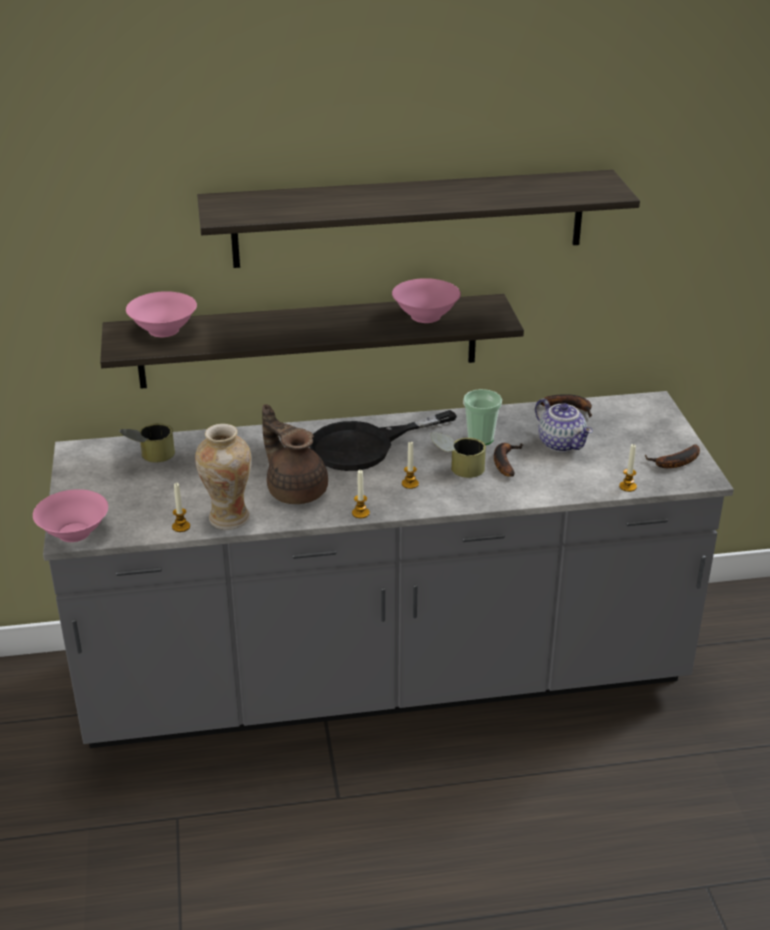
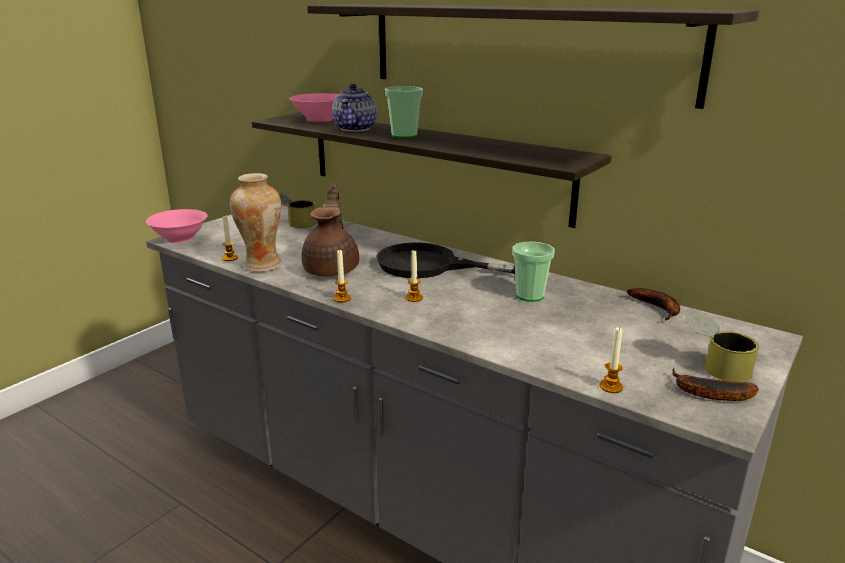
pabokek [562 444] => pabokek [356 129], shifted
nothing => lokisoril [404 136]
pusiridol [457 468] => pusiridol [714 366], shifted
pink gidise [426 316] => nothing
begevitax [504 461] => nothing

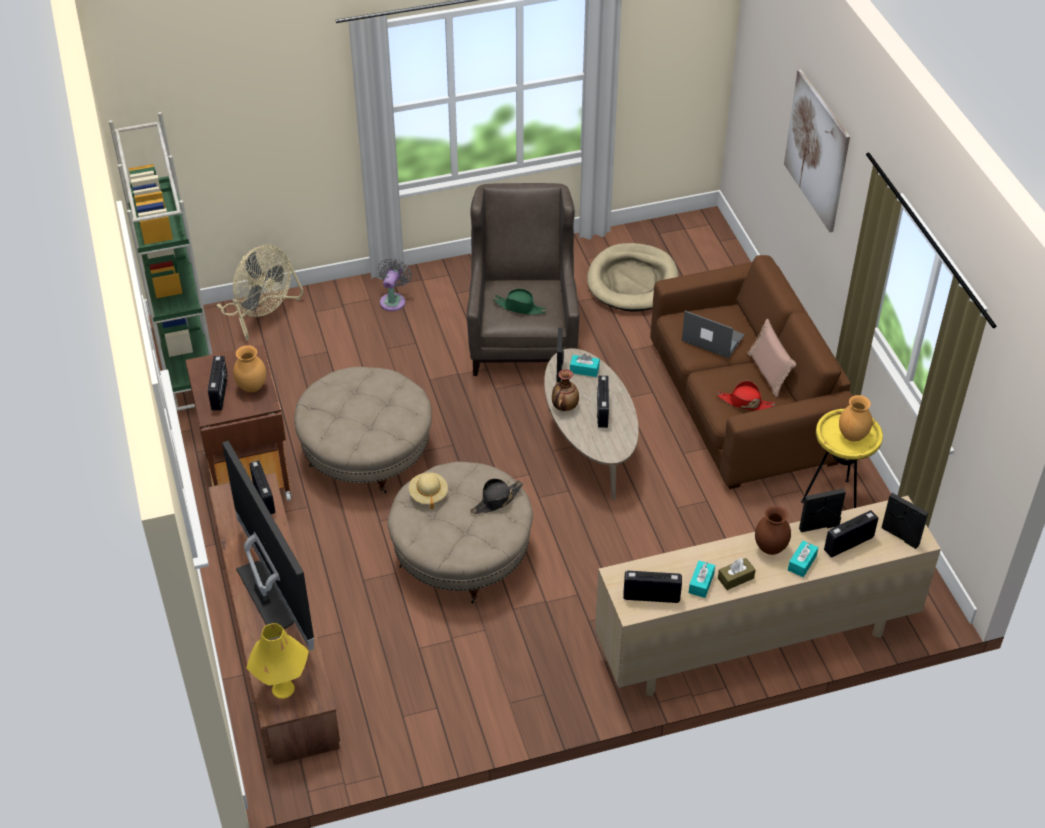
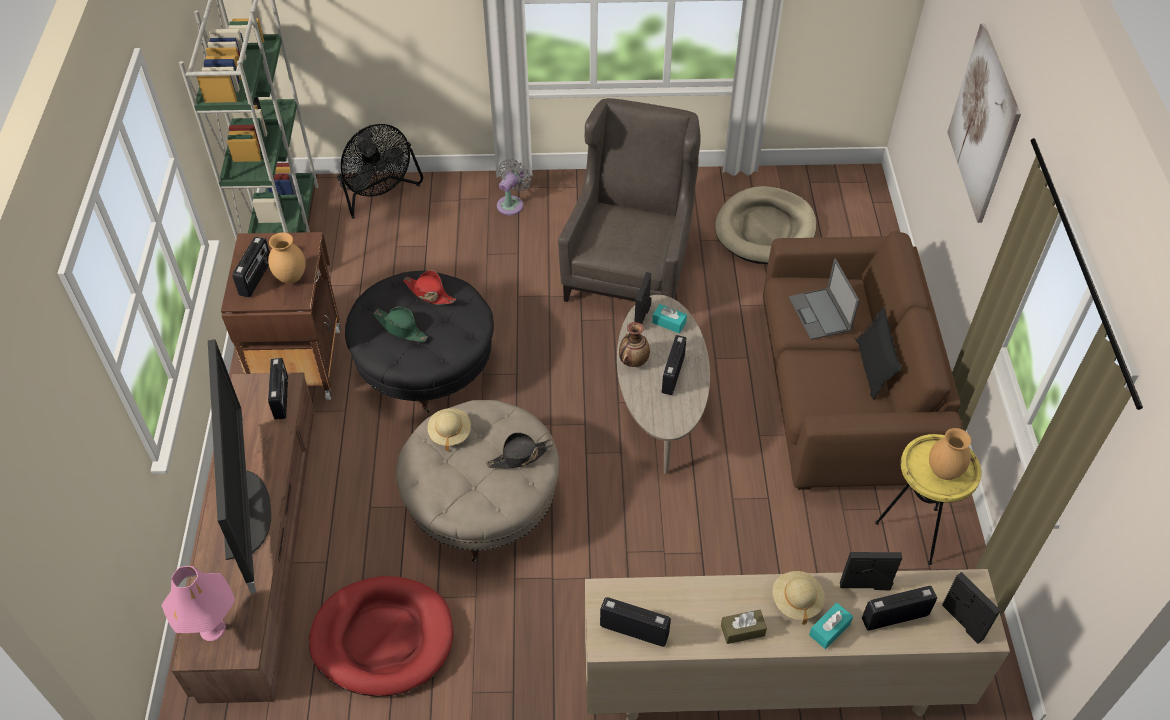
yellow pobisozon [282 689] => pink pobisozon [212 629]
nothing => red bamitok [383 638]
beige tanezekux [260 314] => black tanezekux [375 193]
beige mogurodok [366 452] => black mogurodok [425 363]
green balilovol [520 307] => green balilovol [401 328], shifted
red balilovol [745 402] => red balilovol [429 293], shifted
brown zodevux [770 549] => beige balilovol [796 601]
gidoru [712 338] => gidoru [820 314], 150 degrees counterclockwise
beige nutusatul [769 373] => black nutusatul [873 368]
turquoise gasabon [701 583] => nothing

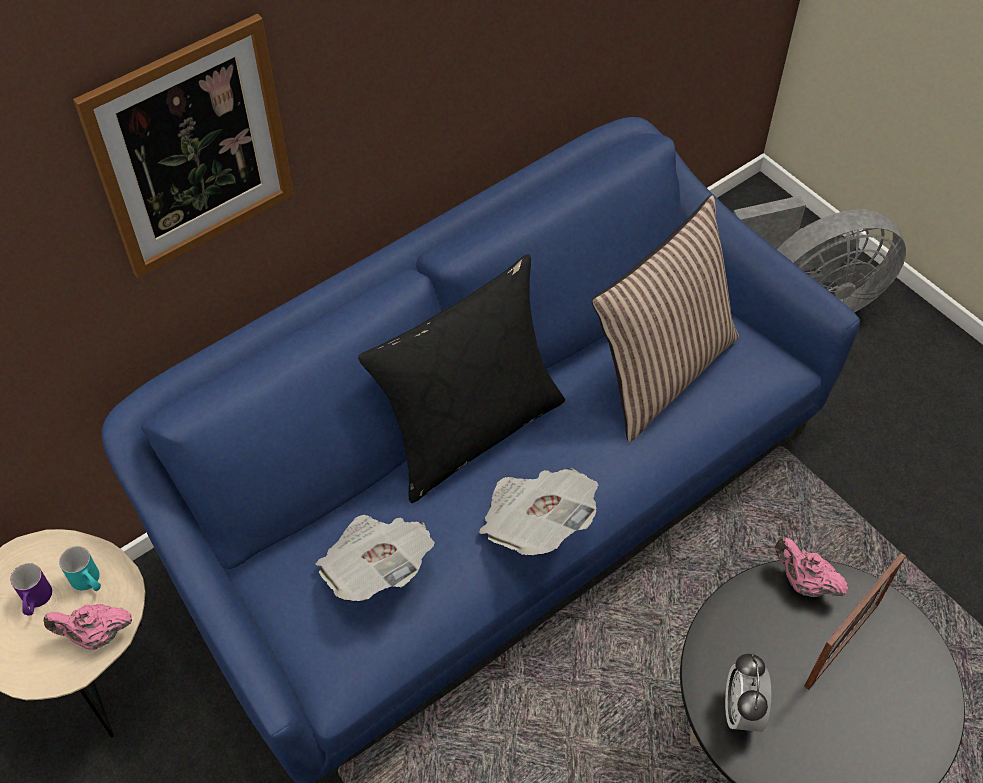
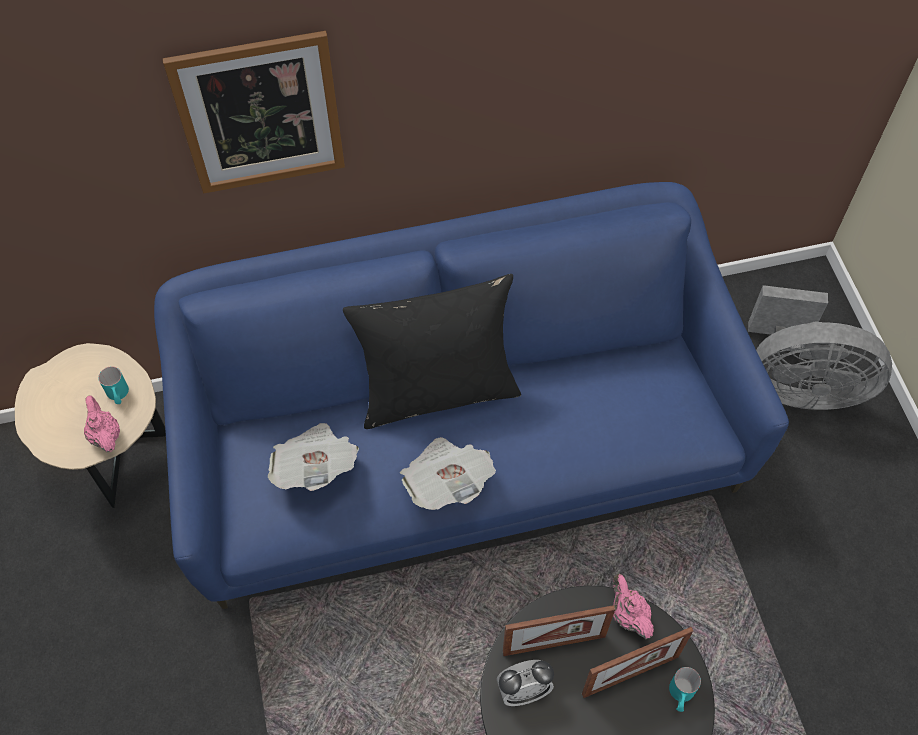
pink pabokek [96 635] => pink pabokek [105 435], 45 degrees clockwise
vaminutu [742 711] => vaminutu [523 690], 135 degrees counterclockwise
nothing => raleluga [554 644]
nothing => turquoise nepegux [680 695]
purple nepegux [36 601] => nothing
nutusatul [661 370] => nothing

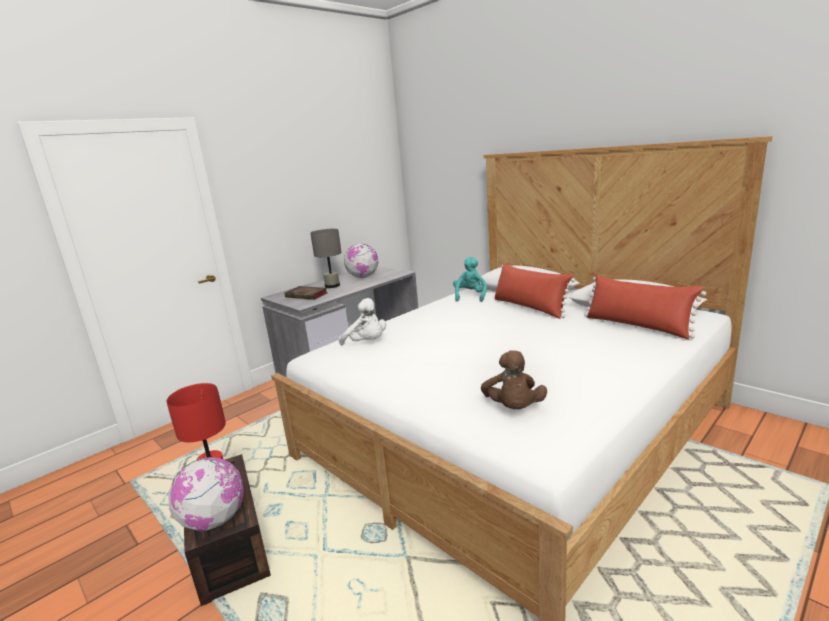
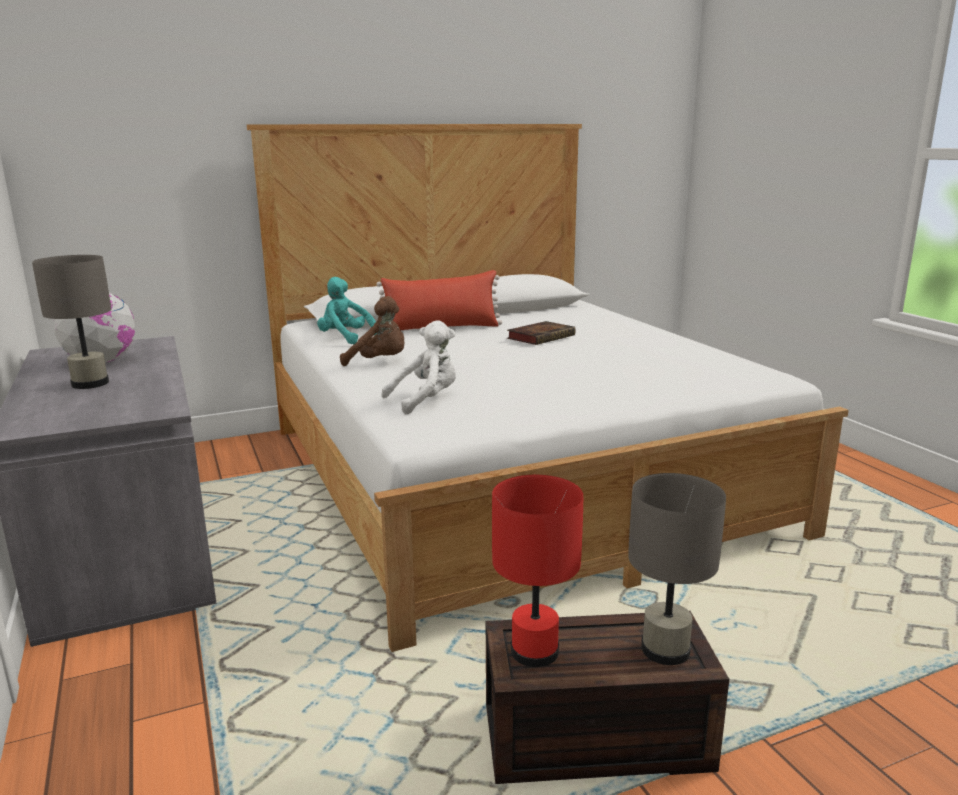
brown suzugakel [513 408] => brown suzugakel [380 362], shifted
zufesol [308 295] => zufesol [541 337], shifted
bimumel [215 520] => grey pobisozon [665 649]
red nutusatul [637 326] => nothing

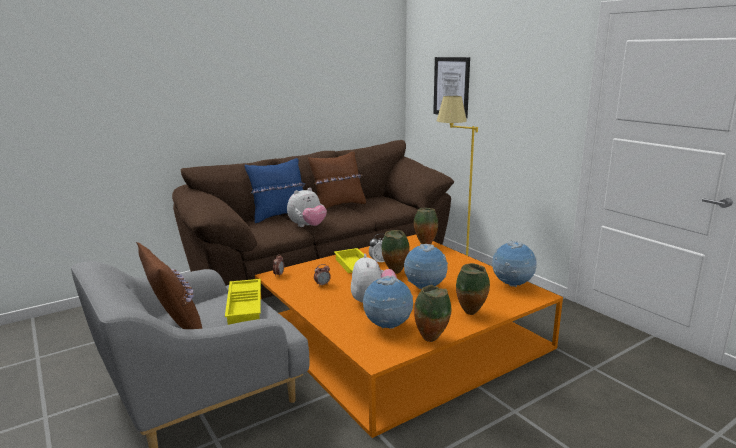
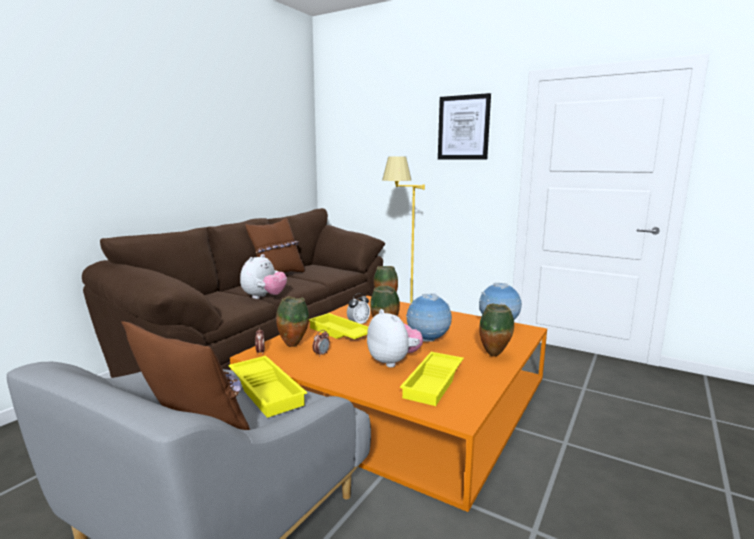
zodevux [431 339] => zodevux [293 345], shifted
bimumel [388 327] => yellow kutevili [434 383]
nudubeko [451 87] => nudubeko [463 127], shifted
blue nutusatul [279 216] => nothing

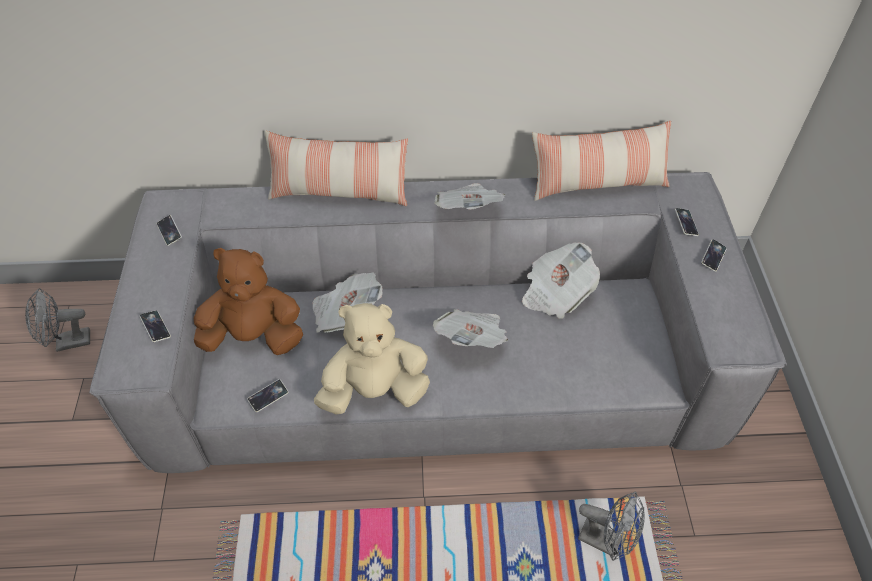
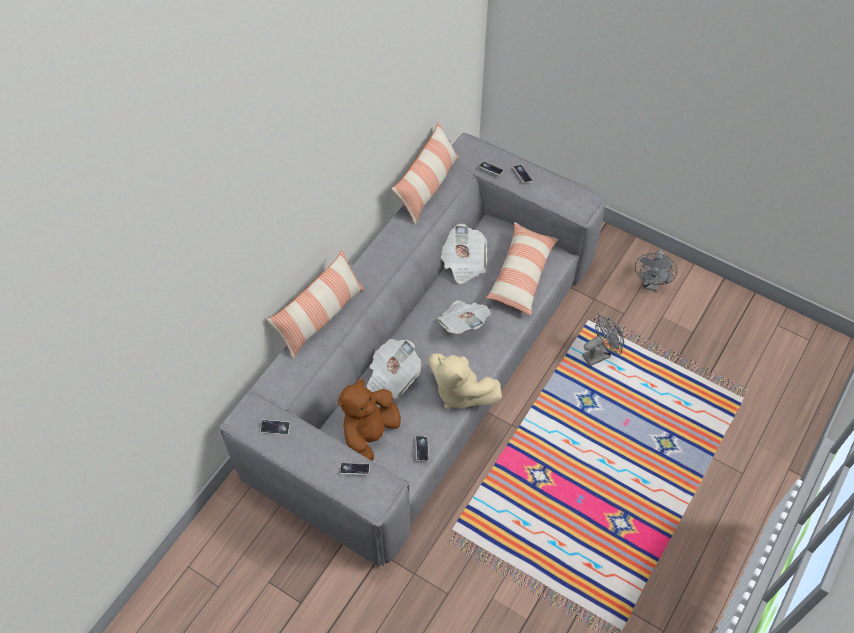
beige suzugakel [375 390] => beige suzugakel [459 392], 75 degrees counterclockwise
nothing => nutusatul [521 275]
grey tanezekux [67 342] => grey tanezekux [651 284], shifted
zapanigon [468 210] => nothing

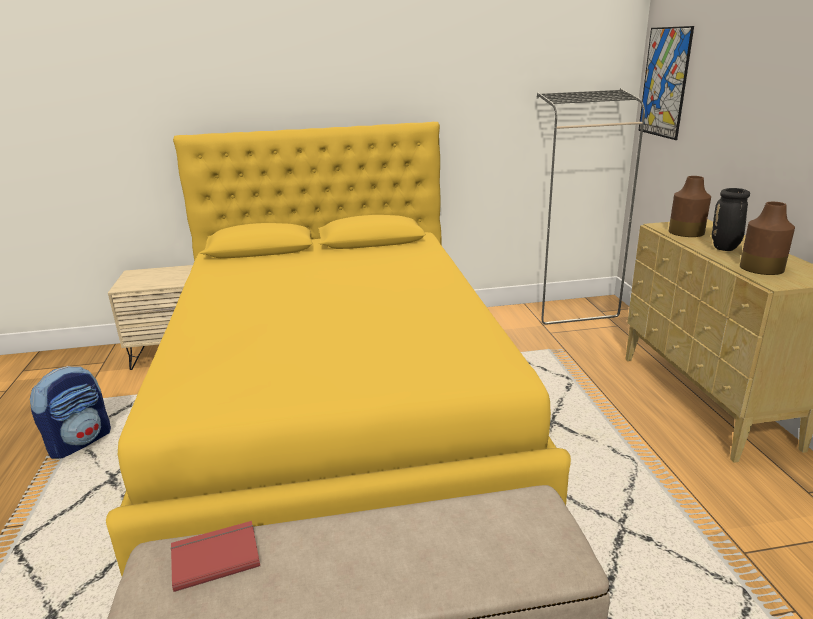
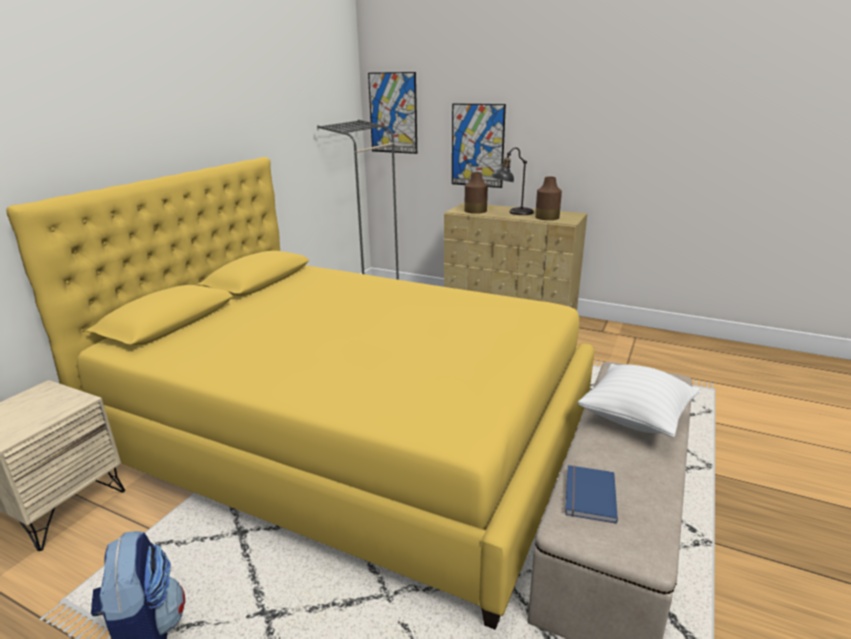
nothing => nudubeko [477 146]
black zodevux [725 248] => grey pobisozon [512 213]
red zufesol [215 556] => blue zufesol [587 495]
nothing => white nutusatul [635 419]

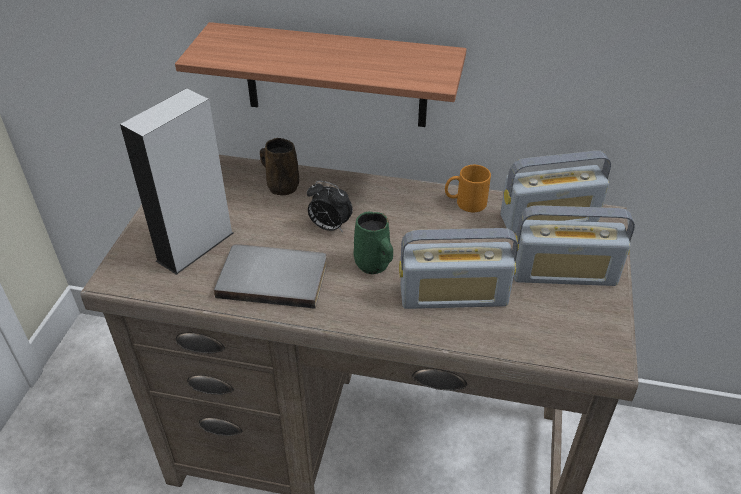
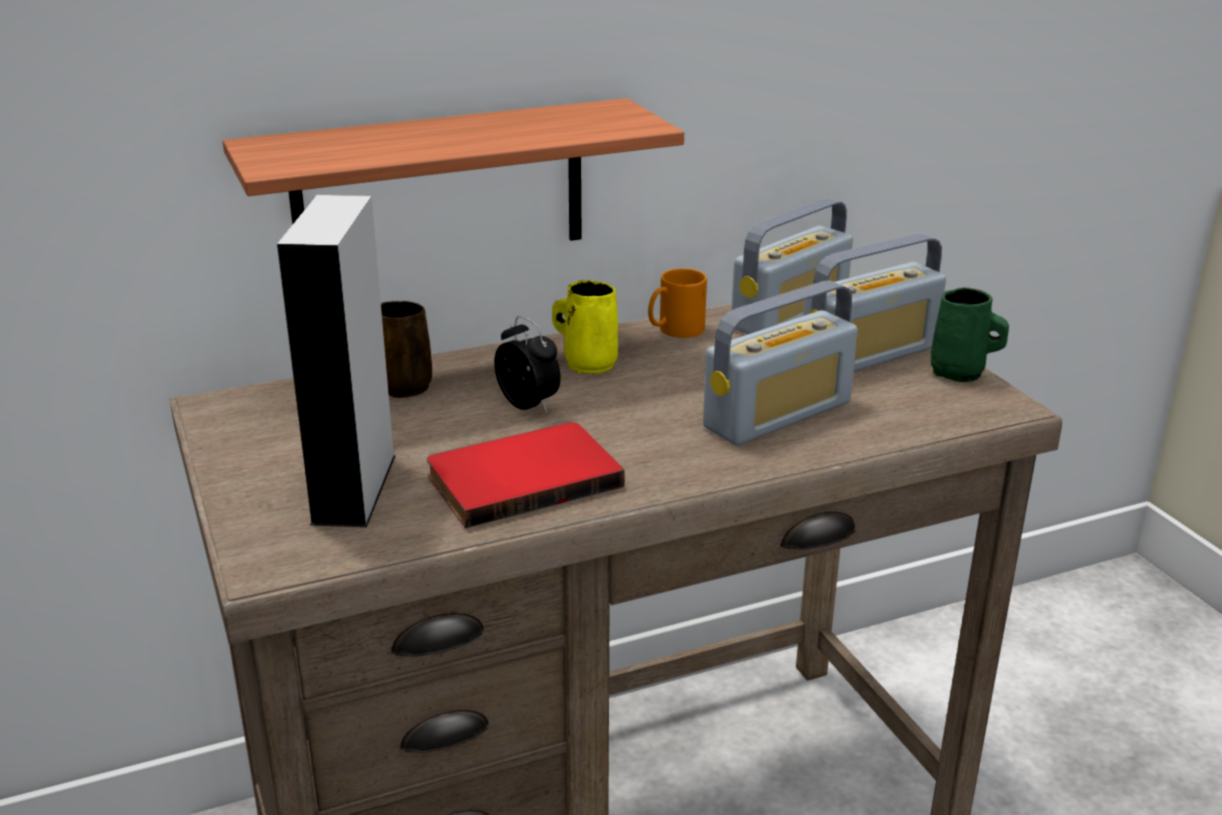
grey zufesol [274 277] => red zufesol [521 478]
vaminutu [329 227] => vaminutu [529 405], 120 degrees counterclockwise
nothing => yellow nepegux [587 363]
green nepegux [373 265] => green nepegux [960 373], shifted

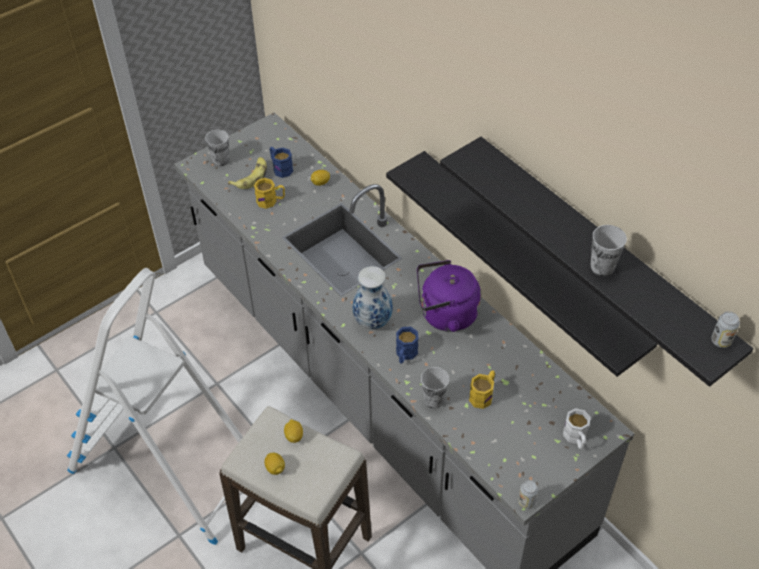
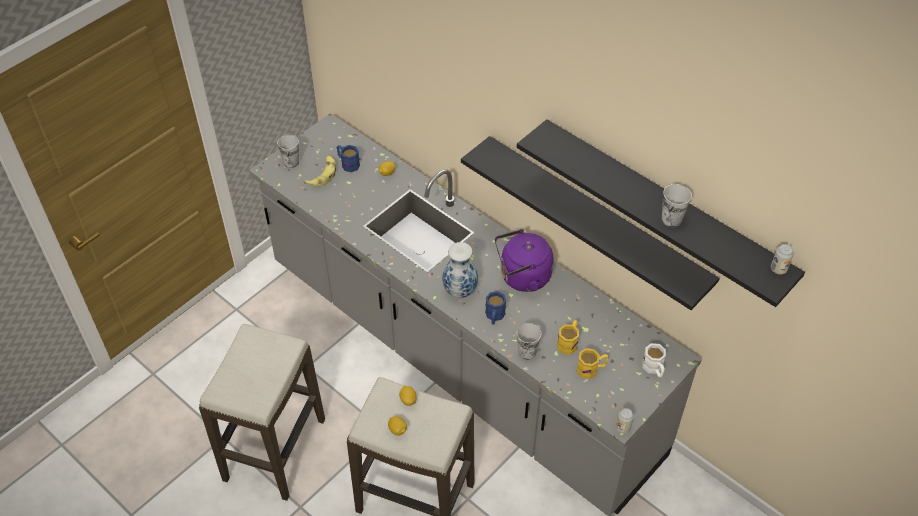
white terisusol [165 469] => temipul [275 450]
yellow nepegux [271 201] => yellow nepegux [591 369], shifted

